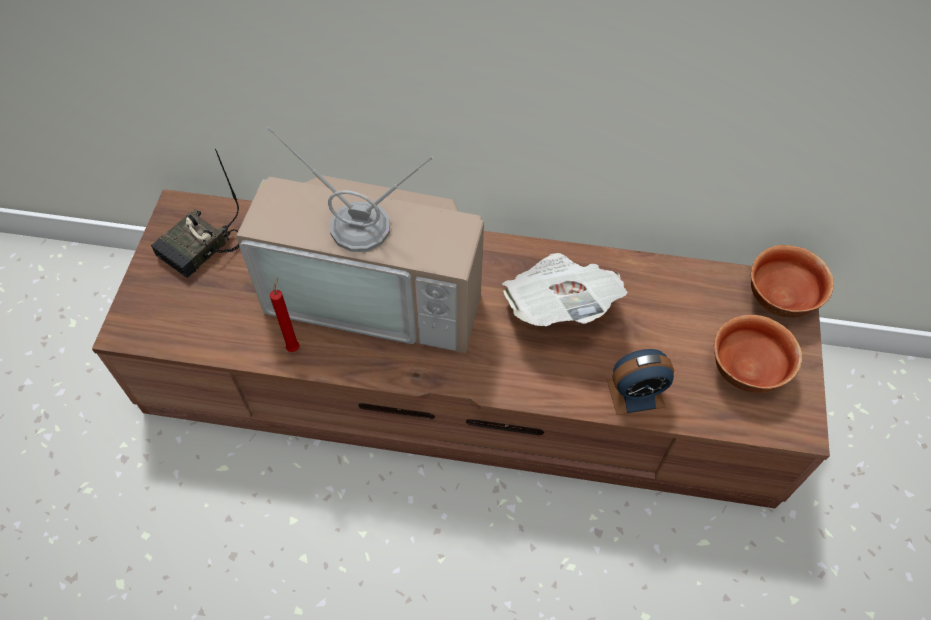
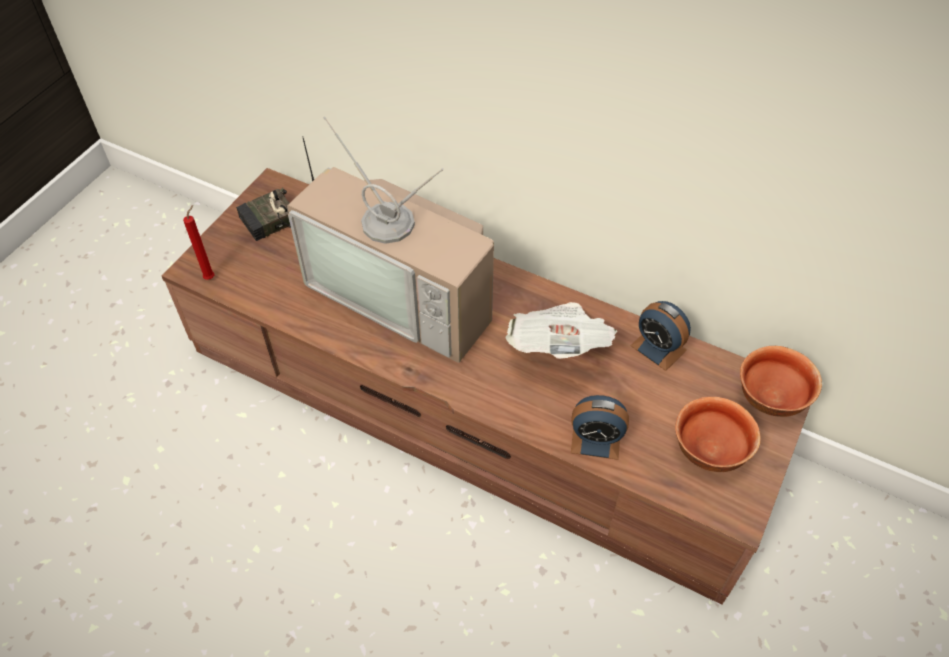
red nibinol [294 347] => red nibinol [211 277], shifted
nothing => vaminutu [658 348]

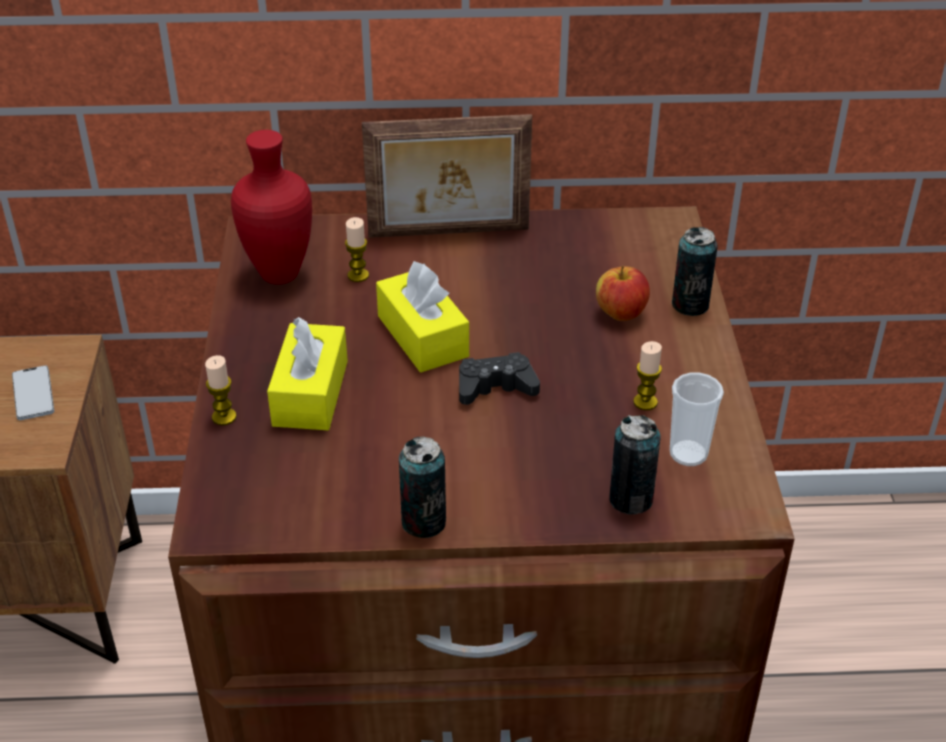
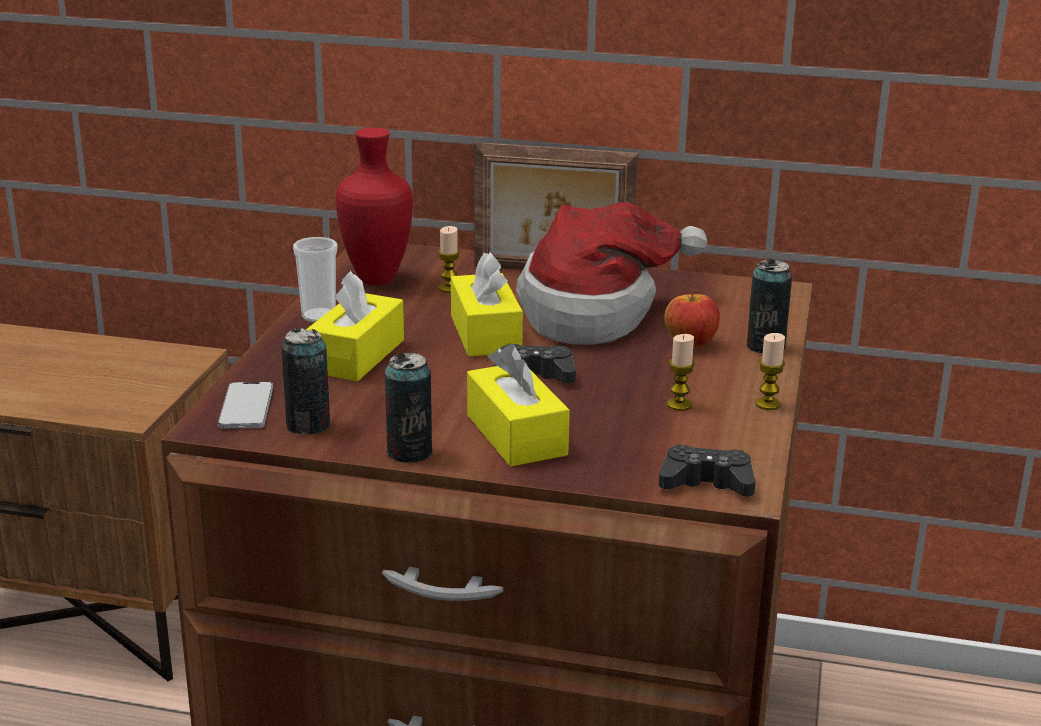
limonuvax [33 394] => limonuvax [246 407], shifted
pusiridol [631 499] => pusiridol [308 425], shifted
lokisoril [688 454] => lokisoril [318 316], shifted
nothing => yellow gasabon [516 435]
nothing => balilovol [596 312]
nothing => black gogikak [706 483]
nibinol [224 417] => nibinol [768 404], shifted

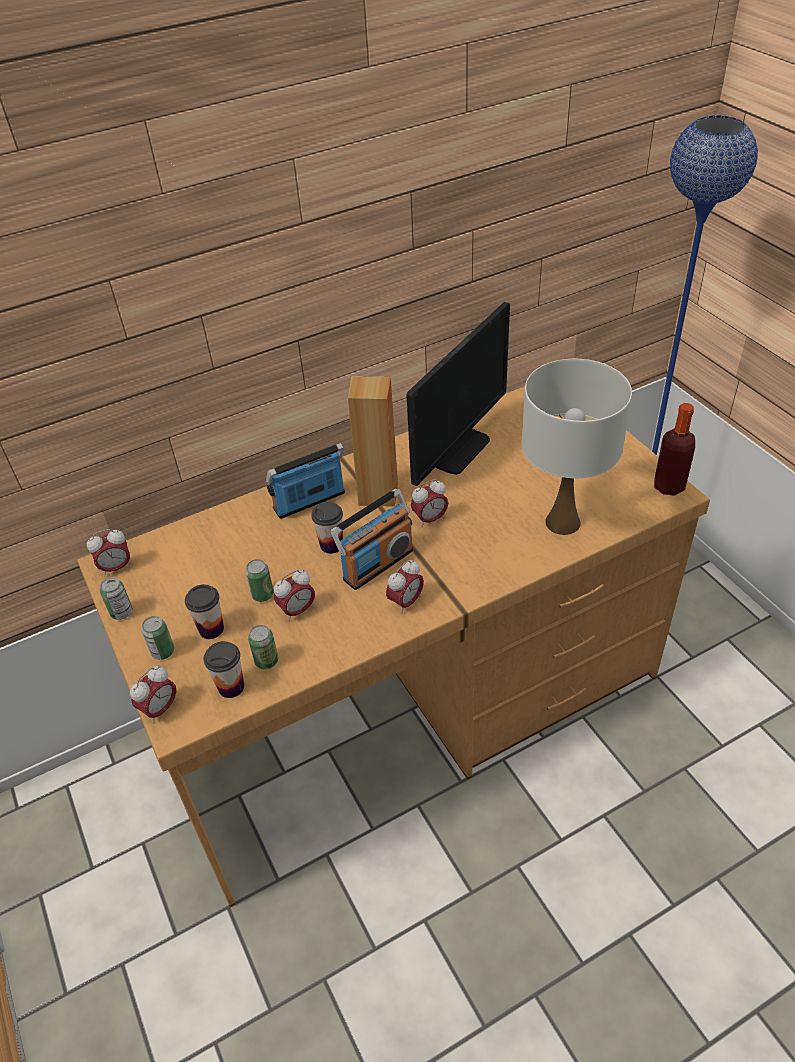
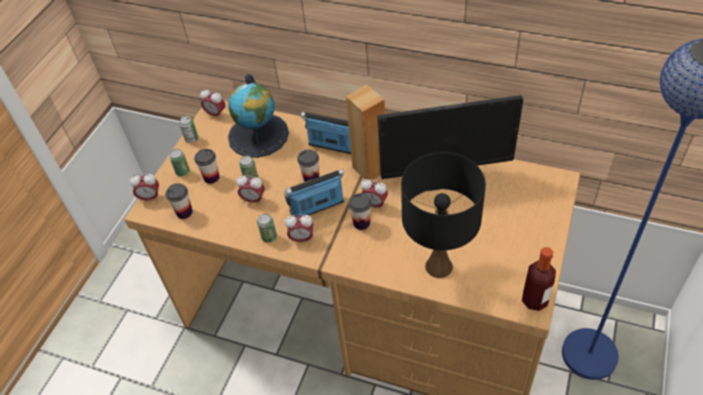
nothing => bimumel [258 135]
pusiridol [266 661] => pusiridol [269 237], shifted
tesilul [377 564] => tesilul [317 207], 150 degrees clockwise
nothing => lokisoril [361 223]
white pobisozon [562 522] => black pobisozon [438 266]

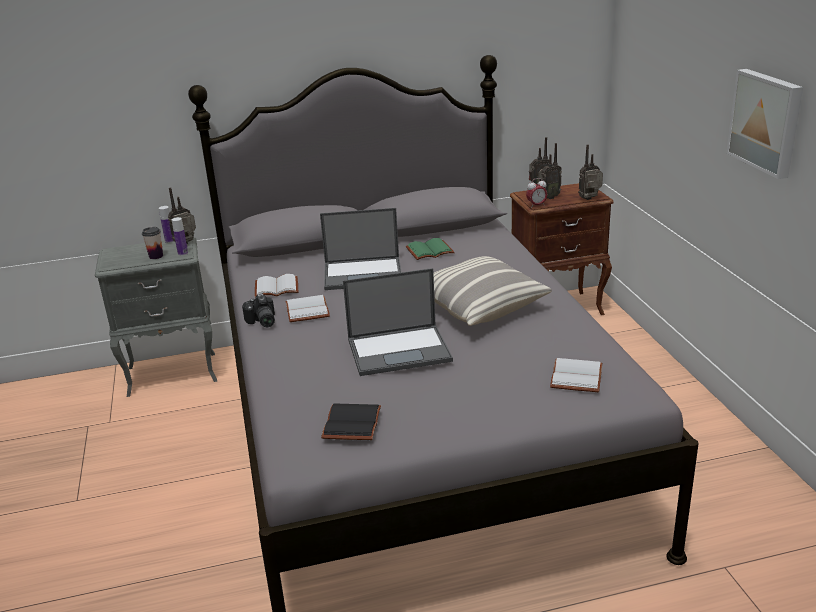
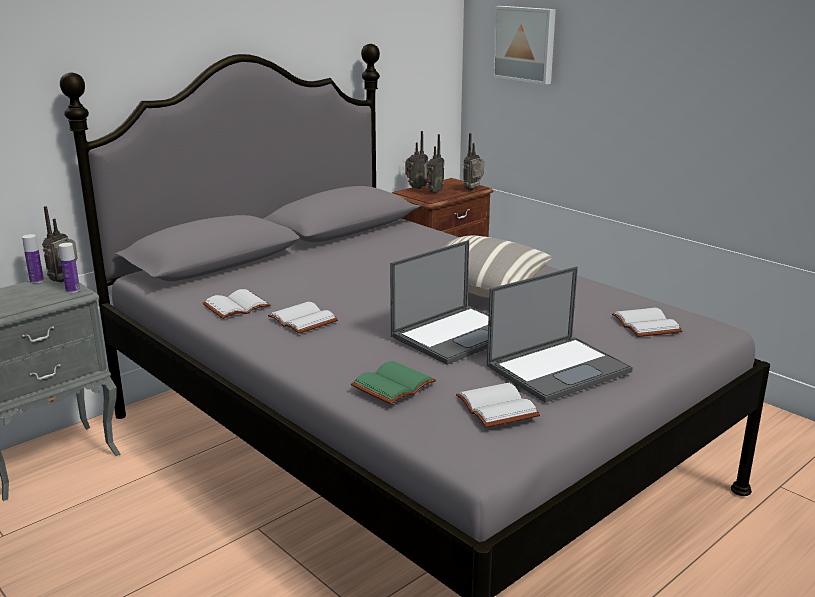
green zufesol [429 251] => green zufesol [394 386], shifted
black zufesol [350 423] => white zufesol [494 407]
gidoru [364 273] => gidoru [559 368], shifted
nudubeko [767 122] => nudubeko [525 44], shifted
lokisoril [156 256] => nothing
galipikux [261 322] => nothing
vaminutu [536 205] => nothing

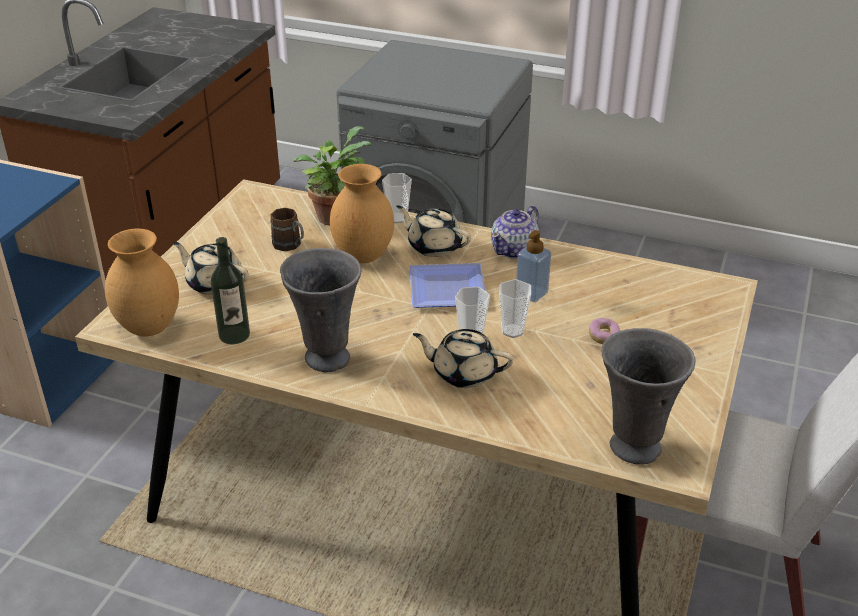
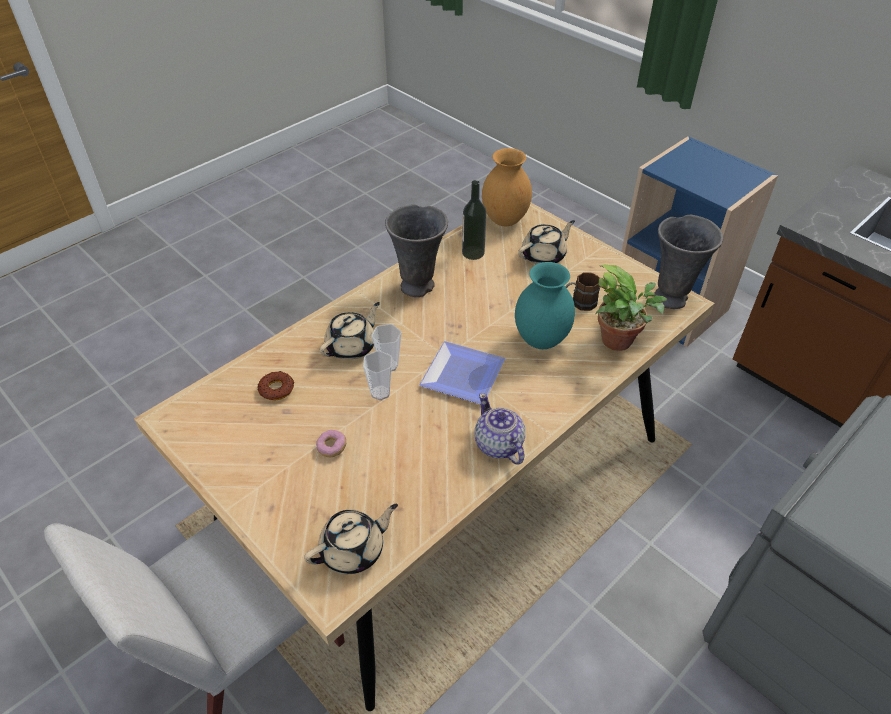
nothing => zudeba [276 389]
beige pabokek [434 246] => beige pabokek [354 550], shifted
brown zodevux [363 256] => turquoise zodevux [542 341]
grey zodevux [633 447] => grey zodevux [672 297], shifted
lokisoril [397 218] => nothing
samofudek [531 293] => nothing

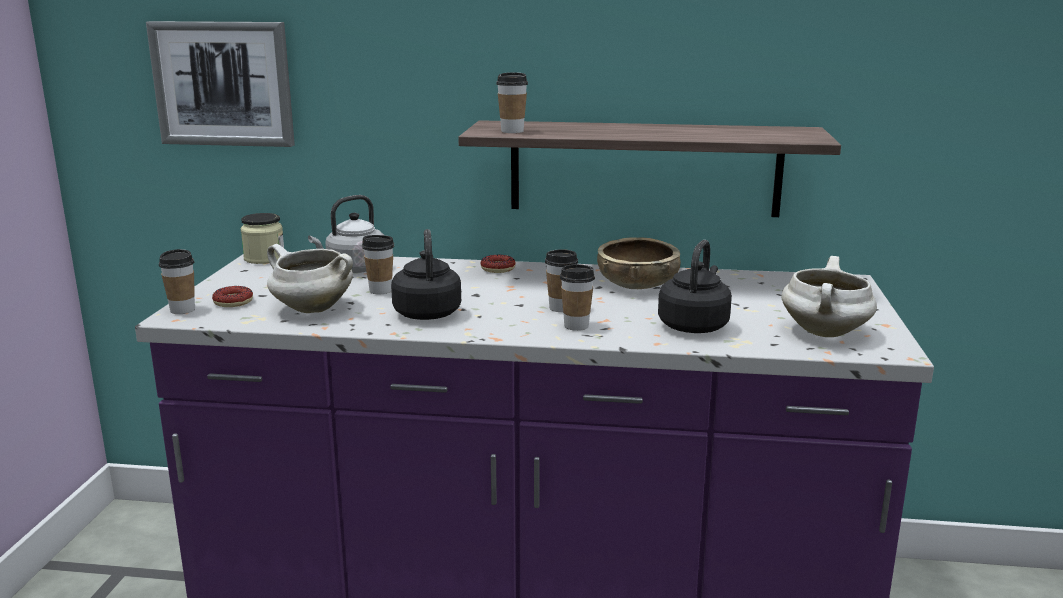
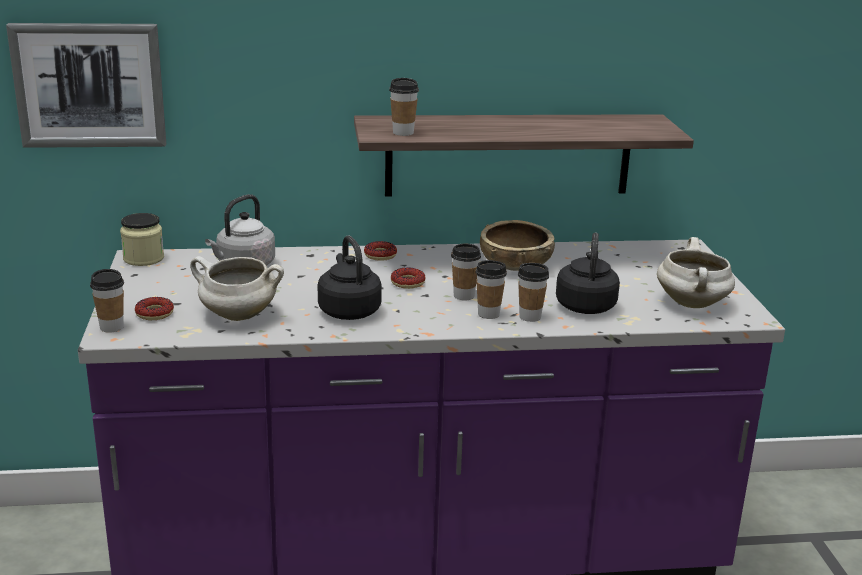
nothing => zudeba [407 283]
lokisoril [380 291] => lokisoril [530 317], shifted

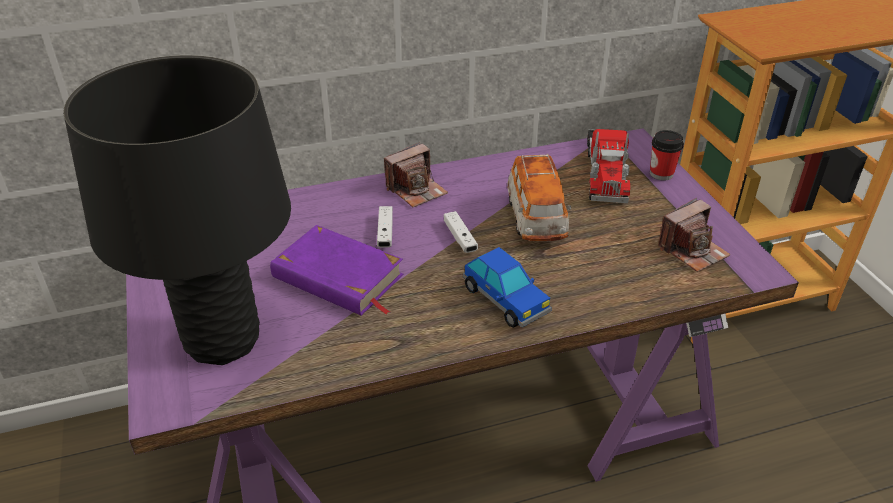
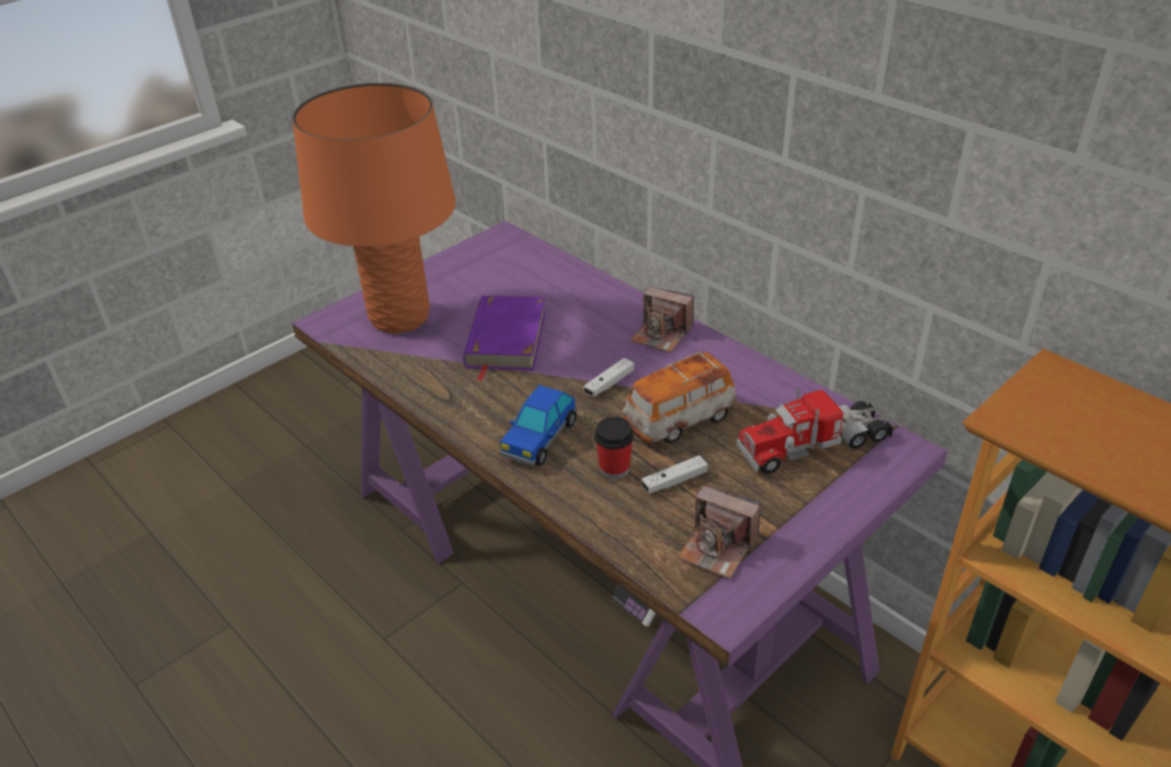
black pobisozon [223 341] => orange pobisozon [399 318]
lokisoril [661 174] => lokisoril [614 468], shifted
white gogikak [385 232] => white gogikak [674 481], shifted

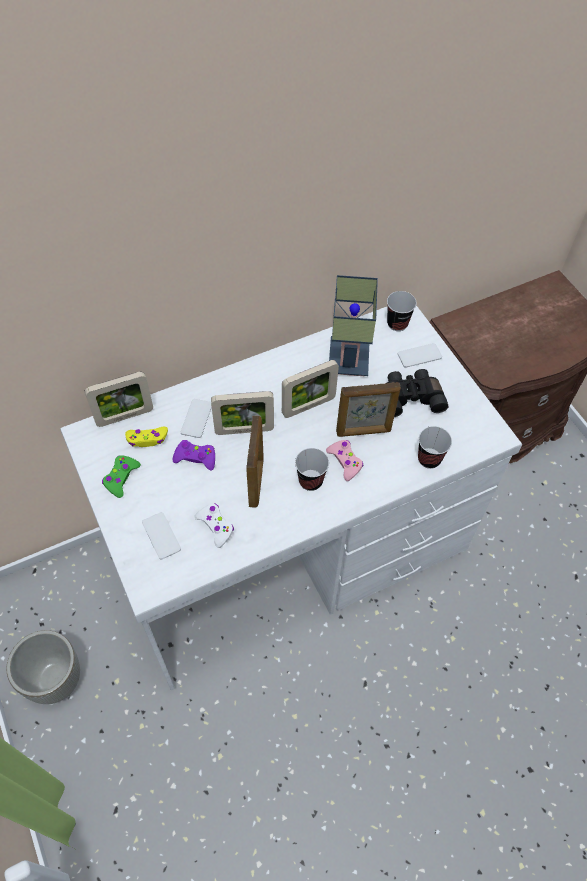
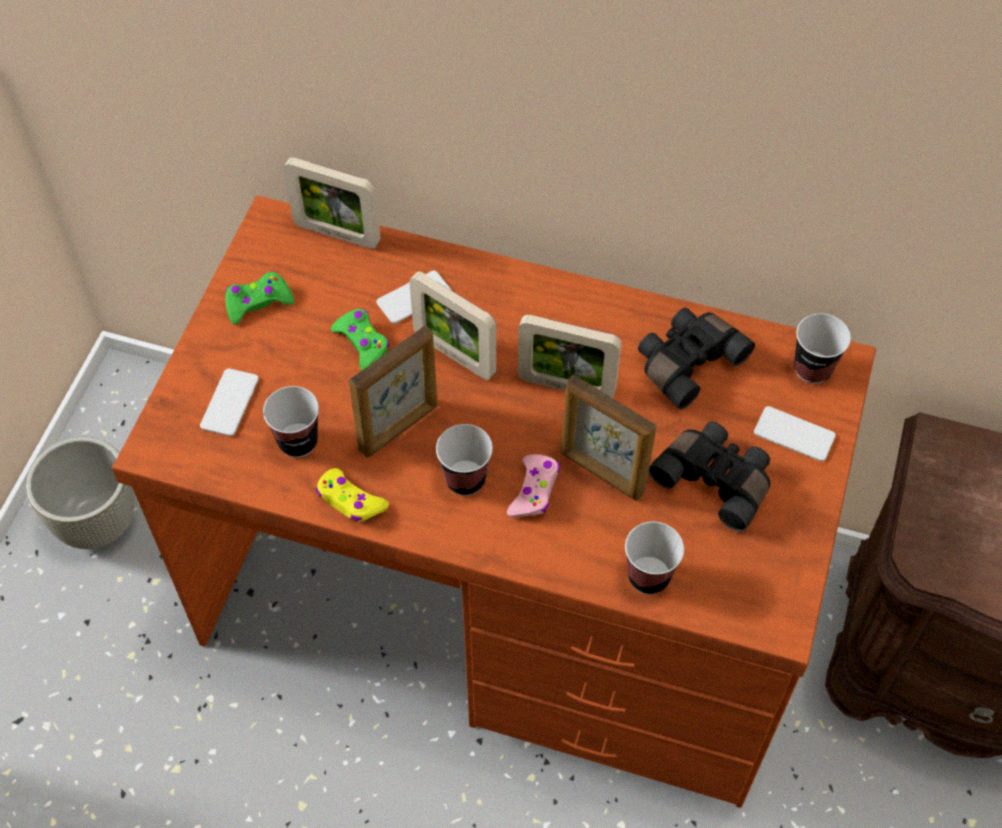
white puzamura [290 547] => brown puzamura [506 599]
white gogikak [215 526] => lokisoril [298 441]
yellow gogikak [147 439] => yellow gogikak [350 501], shifted
purple gogikak [195 458] => green gogikak [362 343]
pobisozon [346 357] => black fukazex [687 362]

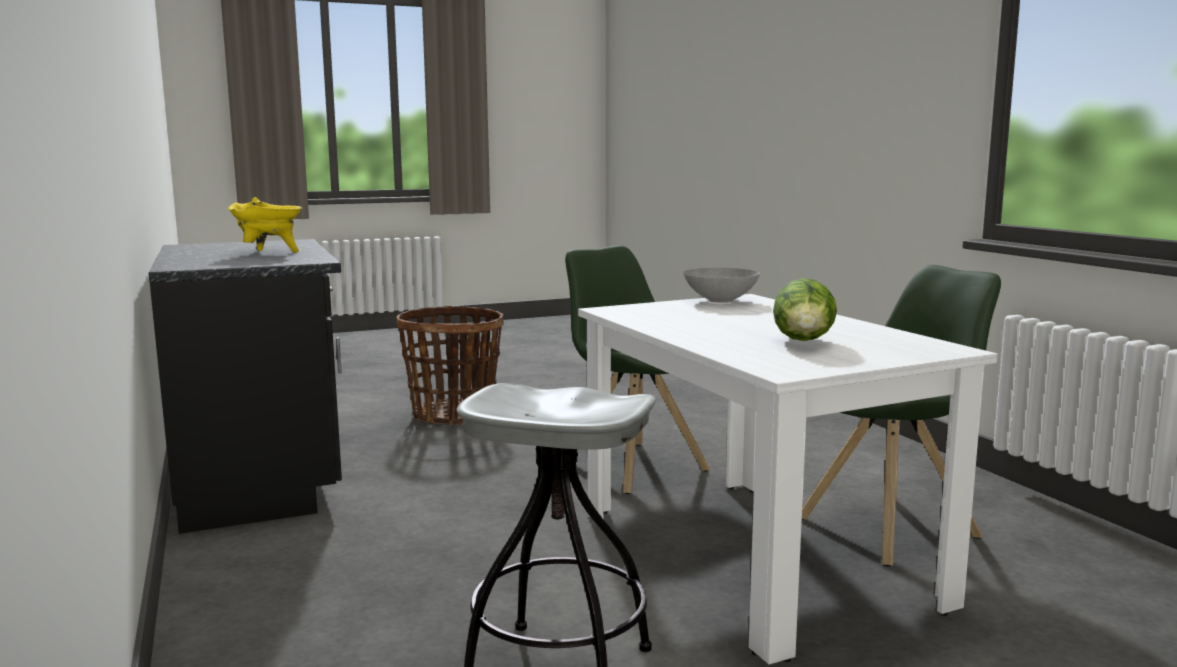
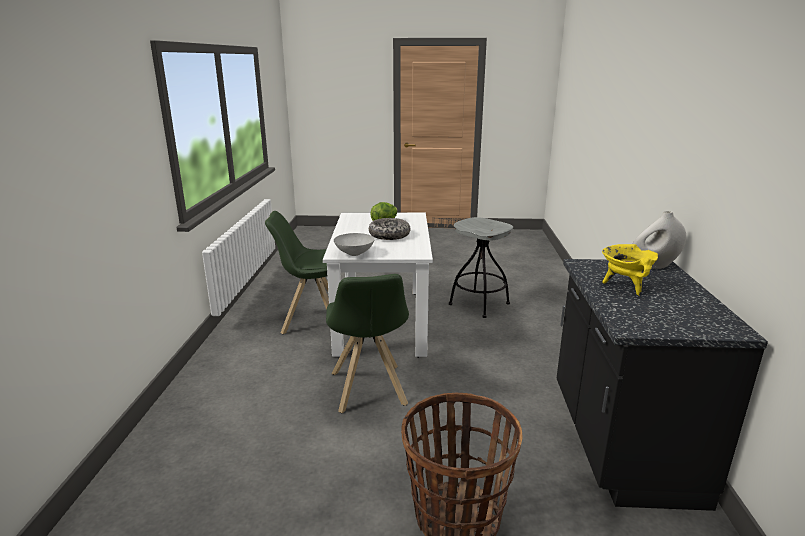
nothing => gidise [389 235]
nothing => white zodevux [654 266]

